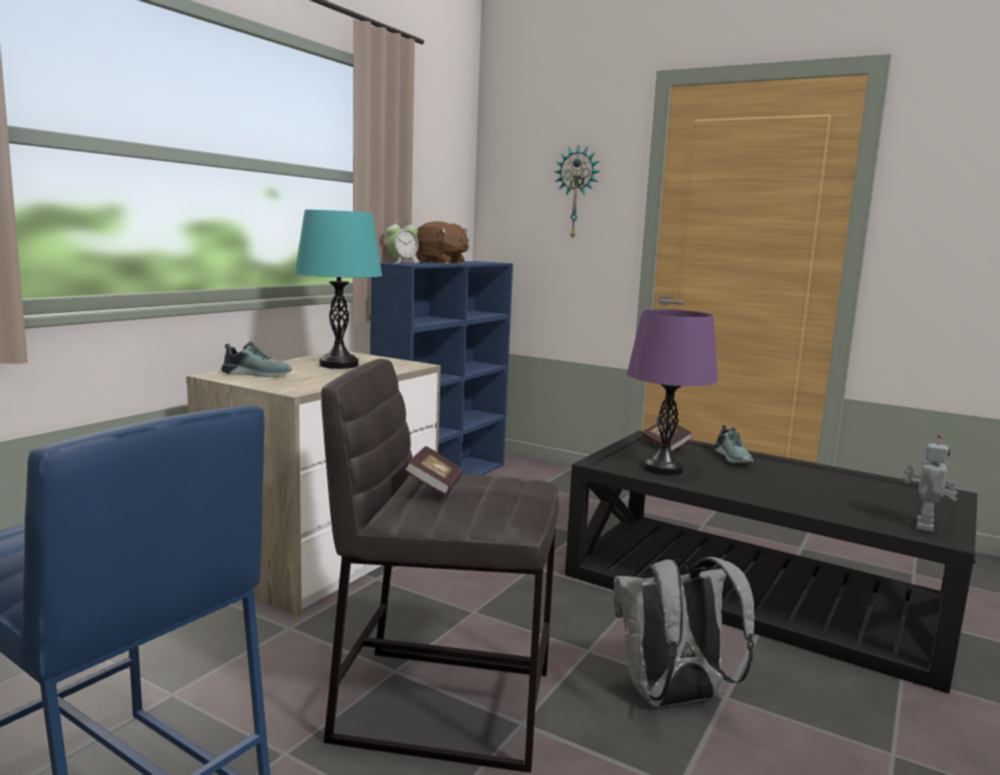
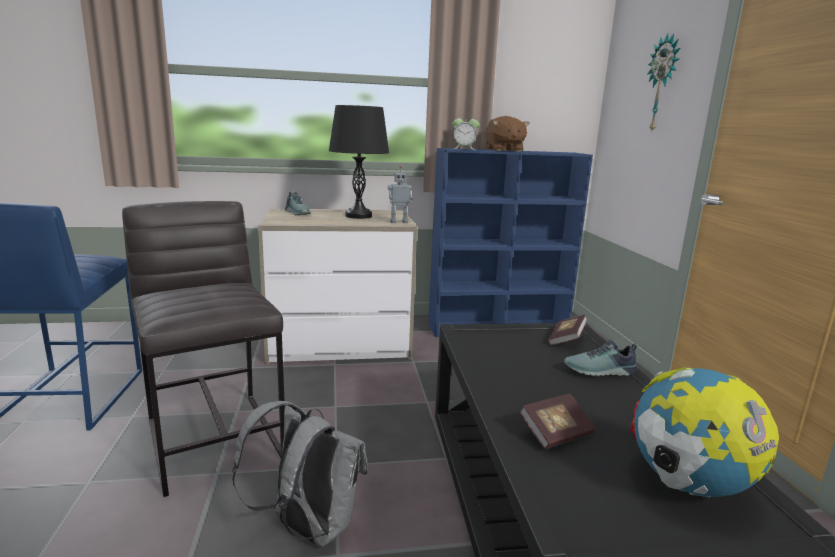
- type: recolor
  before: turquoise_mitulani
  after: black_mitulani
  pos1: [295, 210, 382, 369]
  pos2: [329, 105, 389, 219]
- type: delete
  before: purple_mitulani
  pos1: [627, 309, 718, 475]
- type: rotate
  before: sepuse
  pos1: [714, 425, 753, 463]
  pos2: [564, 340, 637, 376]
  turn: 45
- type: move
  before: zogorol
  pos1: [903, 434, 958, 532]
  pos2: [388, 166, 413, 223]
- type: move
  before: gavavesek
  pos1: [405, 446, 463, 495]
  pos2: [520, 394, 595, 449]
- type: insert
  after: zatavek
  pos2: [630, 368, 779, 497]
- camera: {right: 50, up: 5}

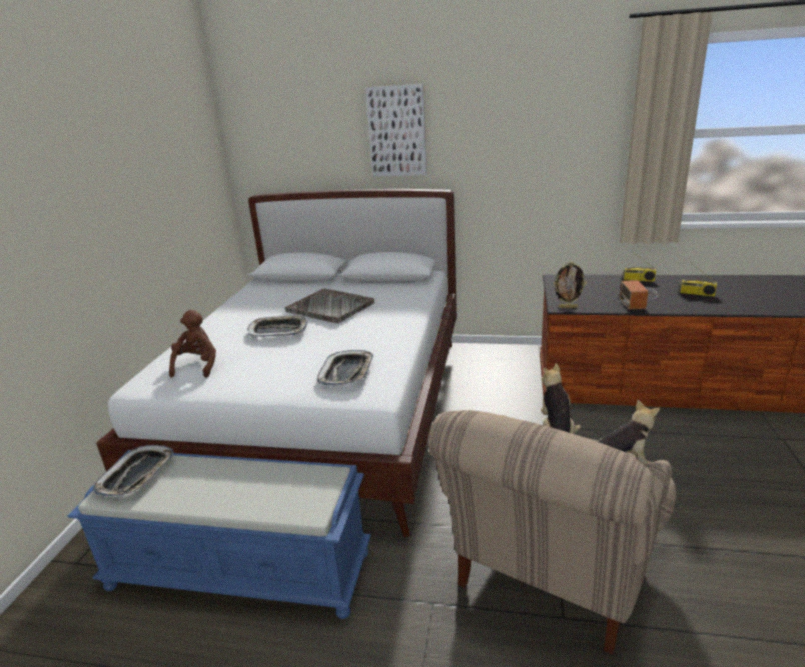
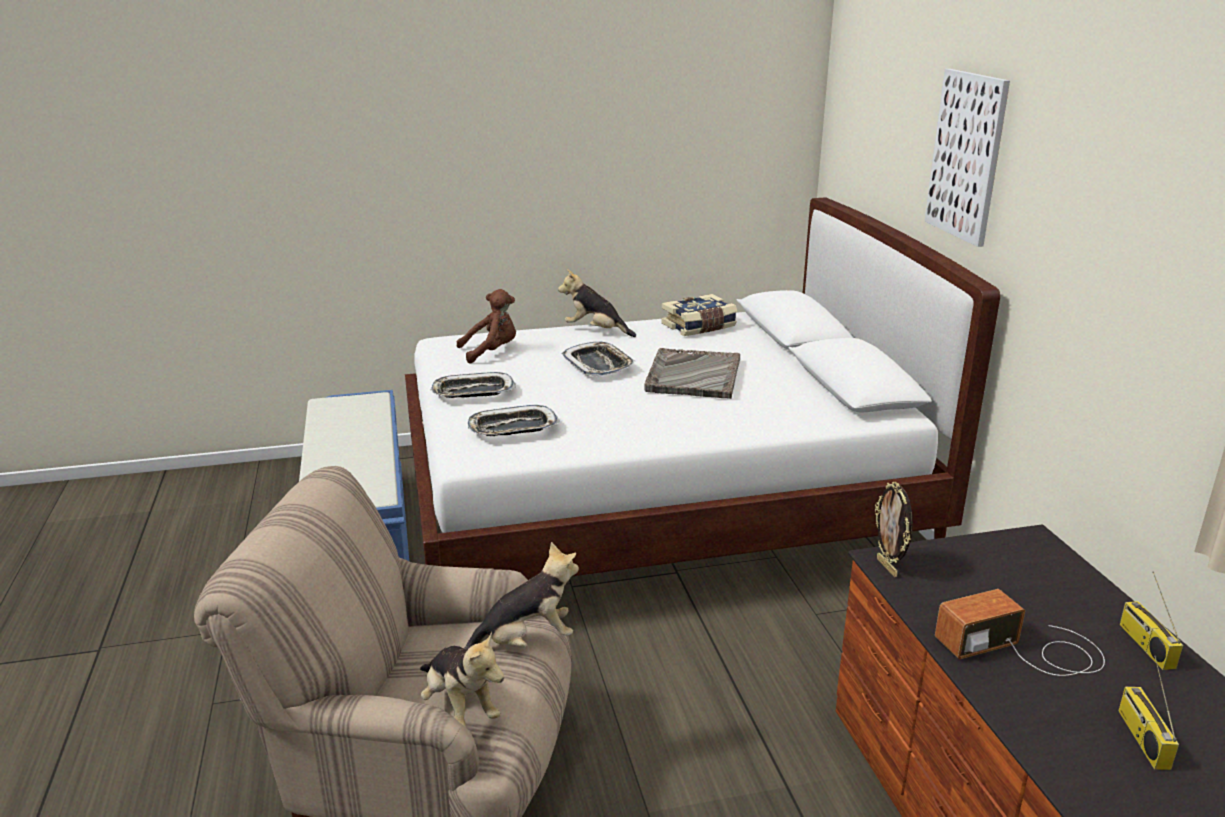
- type: move
  before: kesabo
  pos1: [93, 445, 174, 498]
  pos2: [431, 372, 516, 398]
- type: insert
  after: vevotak
  pos2: [558, 269, 636, 337]
- type: insert
  after: gavavesek
  pos2: [661, 294, 737, 336]
- camera: {right: 65, up: 0}

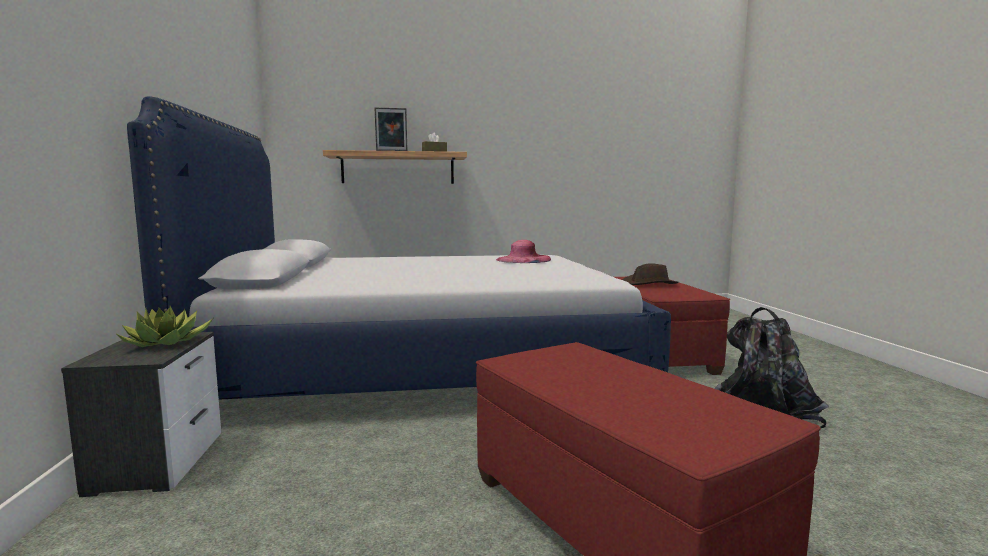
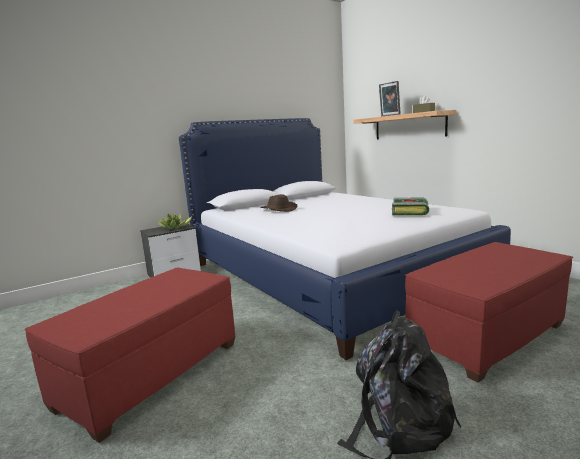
- type: replace
  before: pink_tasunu
  after: gavavesek
  pos1: [496, 240, 551, 263]
  pos2: [392, 197, 429, 216]
- type: move
  before: brown_tasunu
  pos1: [622, 263, 679, 285]
  pos2: [260, 195, 297, 212]
- camera: {right: 65, up: 5}

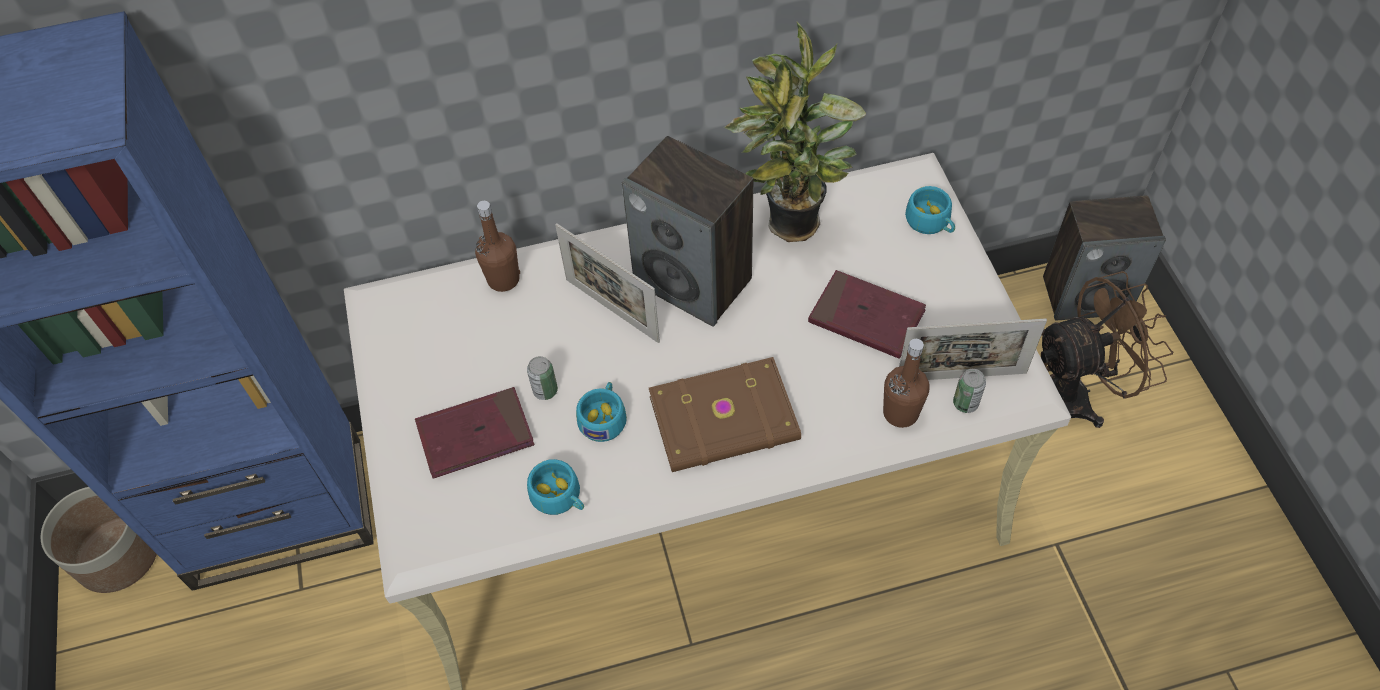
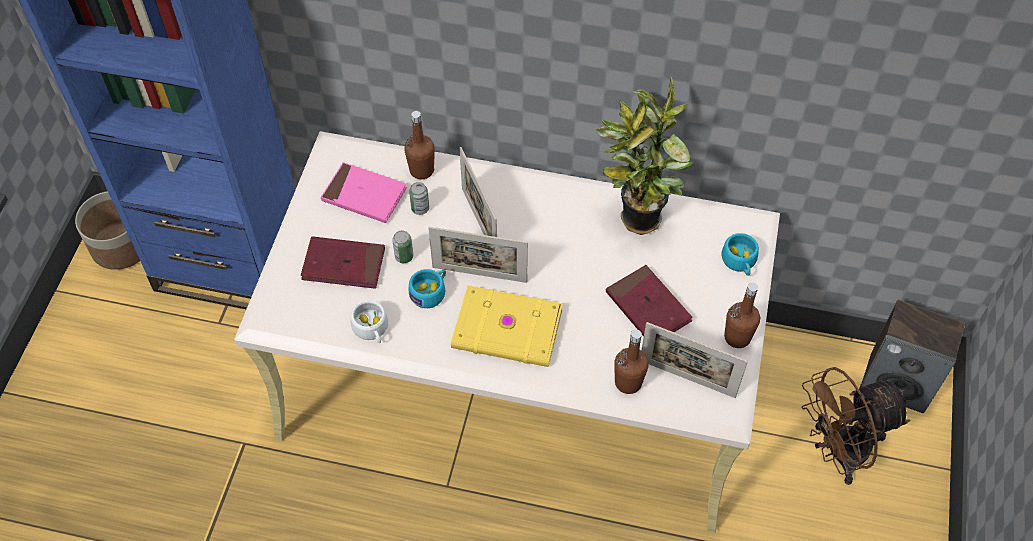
- type: delete
  before: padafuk
  pos1: [622, 136, 753, 327]
- type: rotate
  before: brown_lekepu
  pos1: [1041, 271, 1174, 428]
  pos2: [801, 367, 910, 485]
  turn: 150
- type: recolor
  before: brown_gavavesek
  after: yellow_gavavesek
  pos1: [649, 357, 801, 472]
  pos2: [451, 285, 563, 367]
- type: move
  before: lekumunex
  pos1: [953, 369, 986, 413]
  pos2: [409, 182, 429, 215]
- type: recolor
  before: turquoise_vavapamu
  after: white_vavapamu
  pos1: [527, 459, 584, 515]
  pos2: [351, 300, 388, 343]
- type: insert
  after: pink_gavavesek
  pos2: [321, 162, 407, 223]
- type: insert
  after: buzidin
  pos2: [428, 227, 528, 283]
- type: insert
  after: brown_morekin
  pos2: [724, 283, 760, 348]
- camera: {right: 25, up: 0}

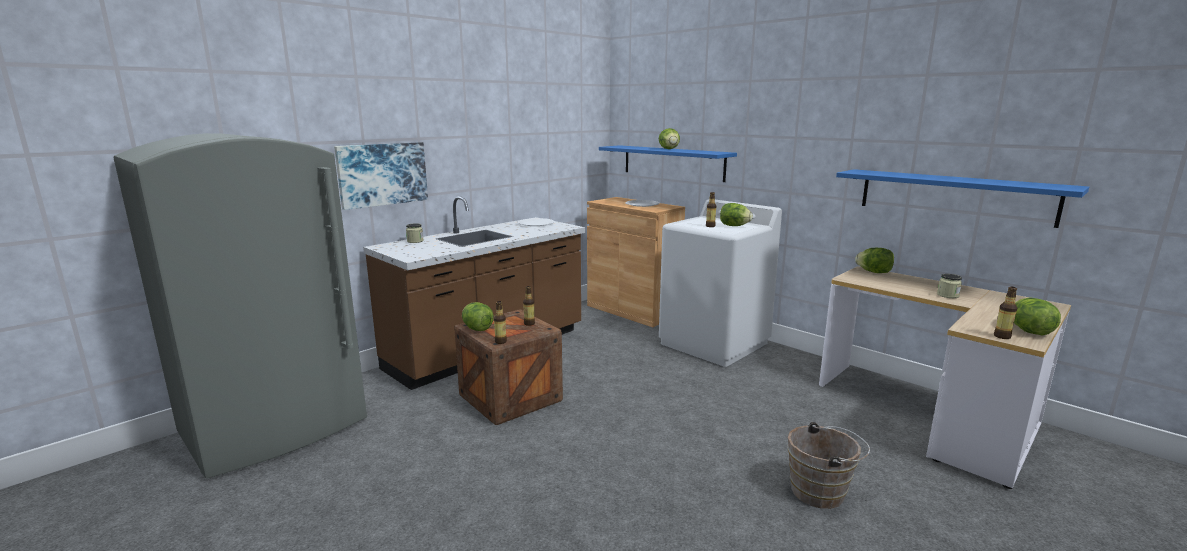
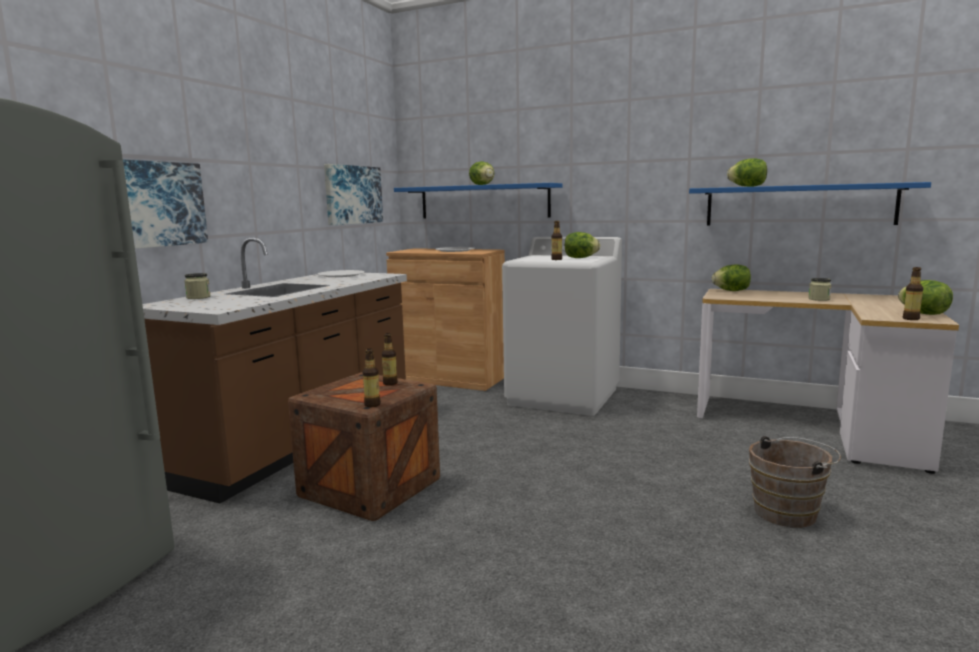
- type: move
  before: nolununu
  pos1: [462, 302, 494, 331]
  pos2: [727, 158, 767, 187]
- type: insert
  after: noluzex
  pos2: [324, 164, 383, 225]
- camera: {right: -20, up: -5}

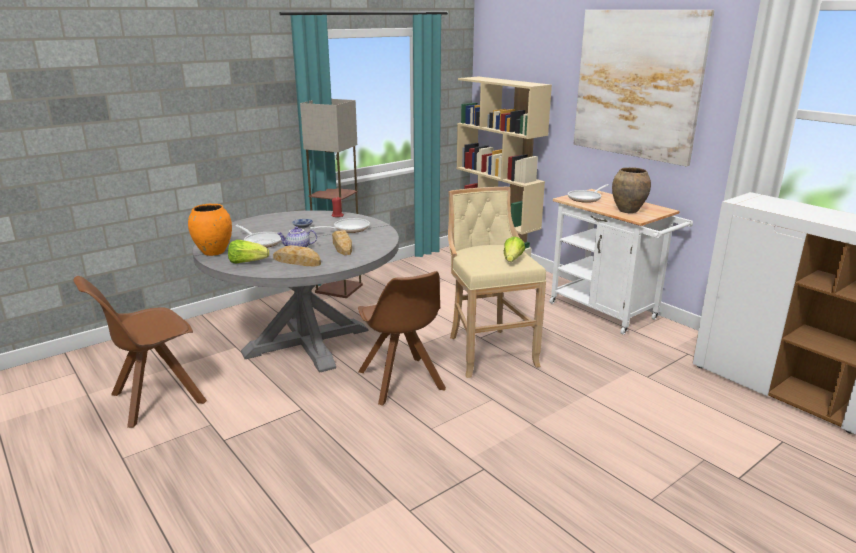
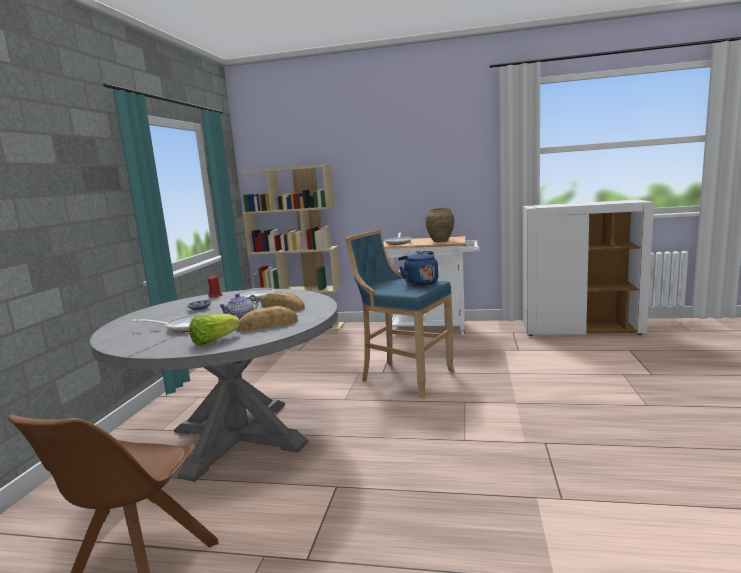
- type: delete
  before: noluzex
  pos1: [574, 10, 715, 167]
- type: delete
  before: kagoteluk
  pos1: [300, 99, 363, 298]
- type: recolor
  before: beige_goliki
  after: blue_goliki
  pos1: [448, 187, 546, 378]
  pos2: [345, 230, 455, 398]
- type: delete
  before: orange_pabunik
  pos1: [188, 204, 232, 256]
- type: replace
  before: nolununu
  after: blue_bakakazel
  pos1: [504, 236, 525, 262]
  pos2: [398, 252, 438, 286]
- type: delete
  before: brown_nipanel
  pos1: [358, 271, 446, 406]
- camera: {right: -40, up: -10}

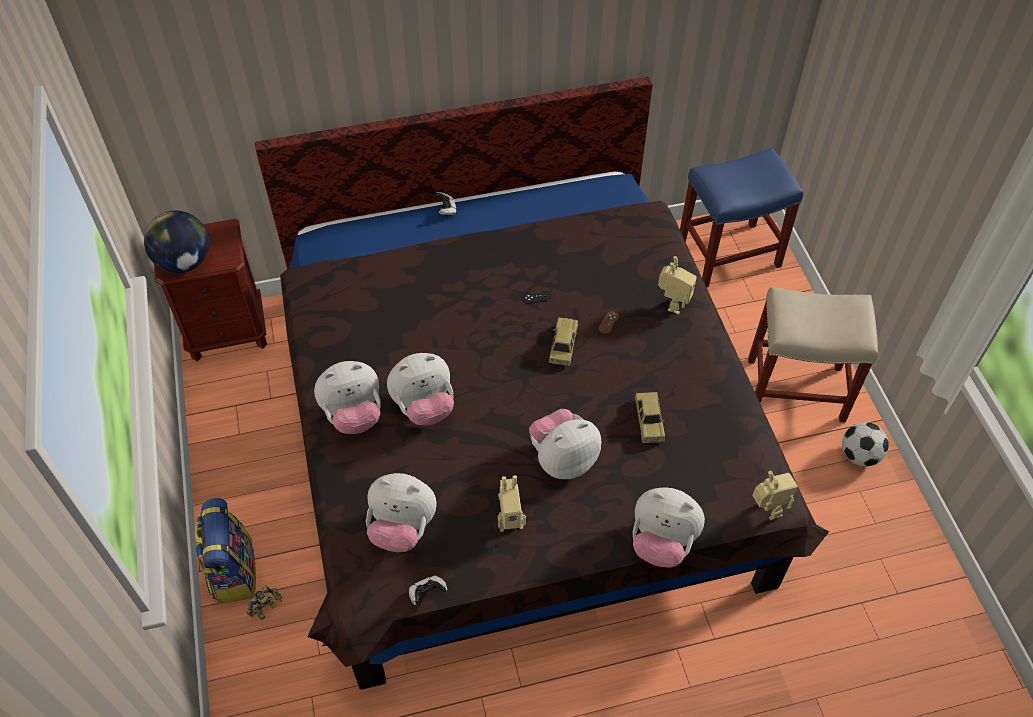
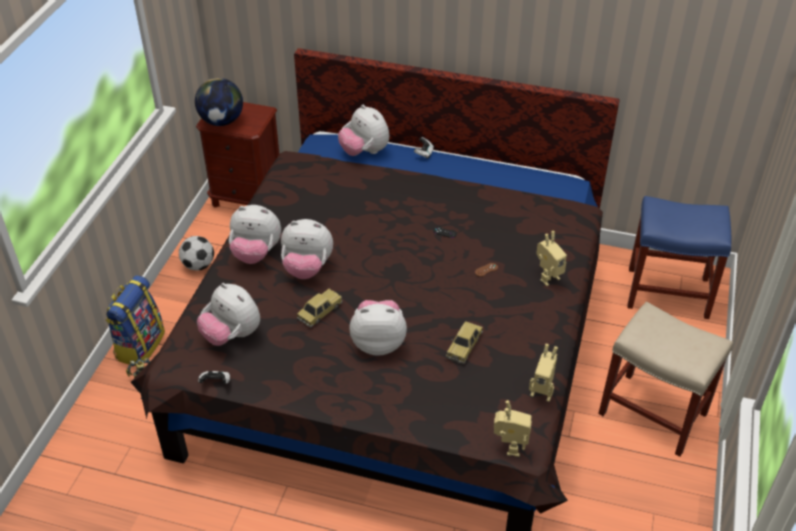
- type: move
  before: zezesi
  pos1: [549, 317, 578, 366]
  pos2: [297, 289, 342, 328]
- type: move
  before: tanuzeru
  pos1: [842, 422, 889, 466]
  pos2: [179, 236, 214, 271]
- type: move
  before: zogorol
  pos1: [498, 475, 526, 532]
  pos2: [529, 344, 558, 402]
- type: move
  before: vevotak
  pos1: [633, 488, 705, 568]
  pos2: [338, 105, 389, 156]
- camera: {right: 30, up: -10}

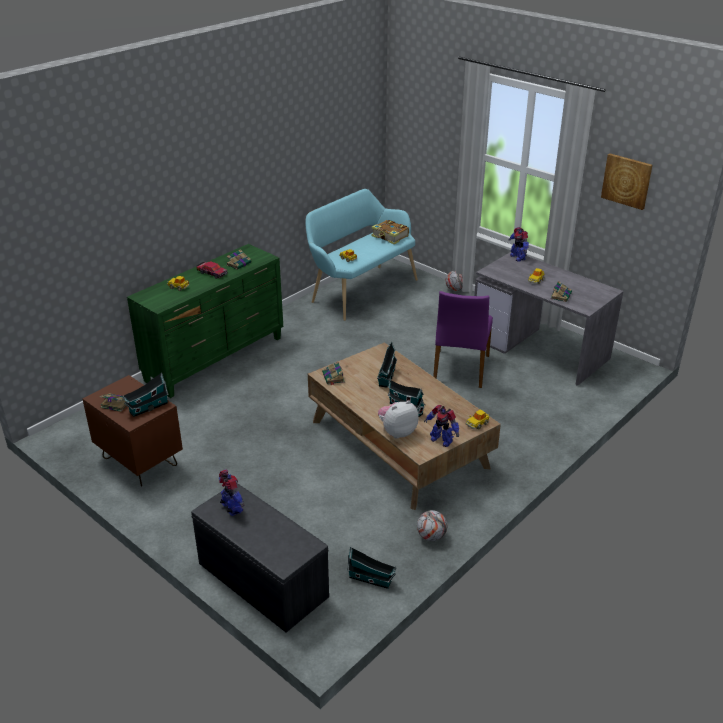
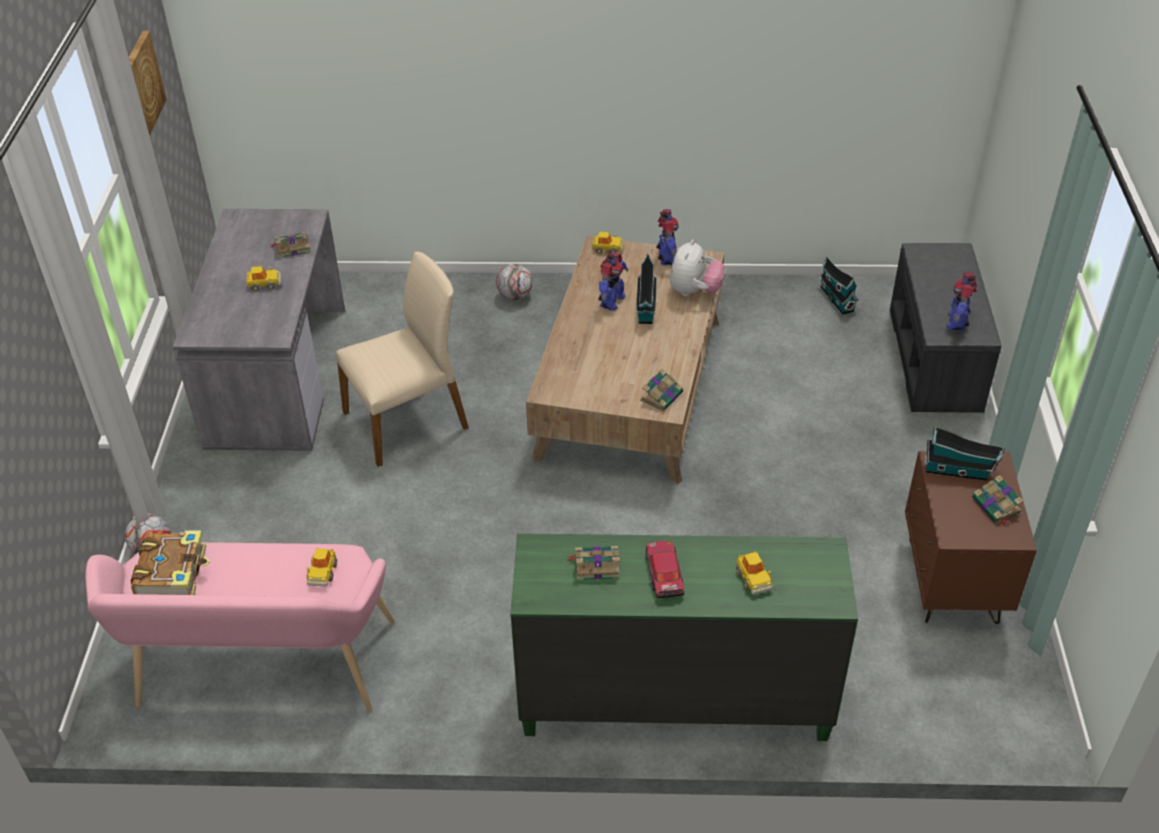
- type: recolor
  before: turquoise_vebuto
  after: pink_vebuto
  pos1: [305, 189, 418, 321]
  pos2: [86, 542, 395, 711]
- type: move
  before: zogorol
  pos1: [509, 227, 529, 262]
  pos2: [598, 252, 628, 311]
- type: recolor
  before: purple_nipanel
  after: beige_nipanel
  pos1: [433, 291, 493, 388]
  pos2: [336, 252, 469, 467]
- type: delete
  before: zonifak
  pos1: [377, 341, 397, 388]
- type: rotate
  before: vevotak
  pos1: [378, 401, 419, 439]
  pos2: [670, 240, 725, 296]
  turn: -90
- type: move
  before: tanuzeru
  pos1: [417, 510, 447, 541]
  pos2: [496, 264, 533, 300]
- camera: {right: -130, up: 10}

